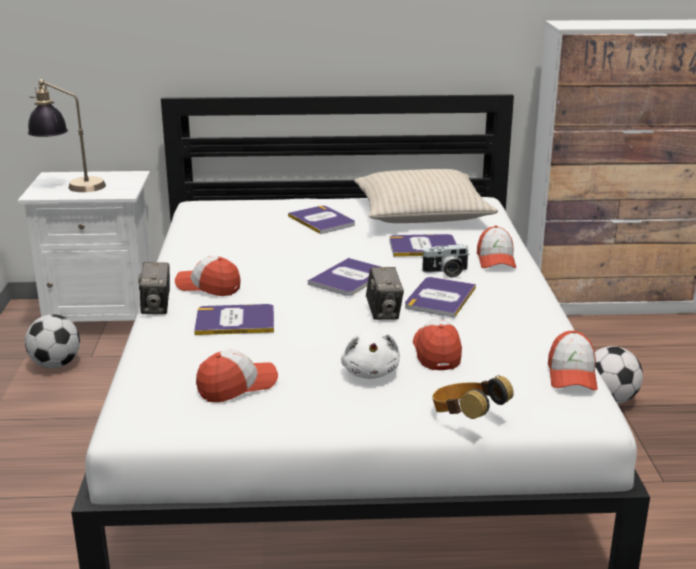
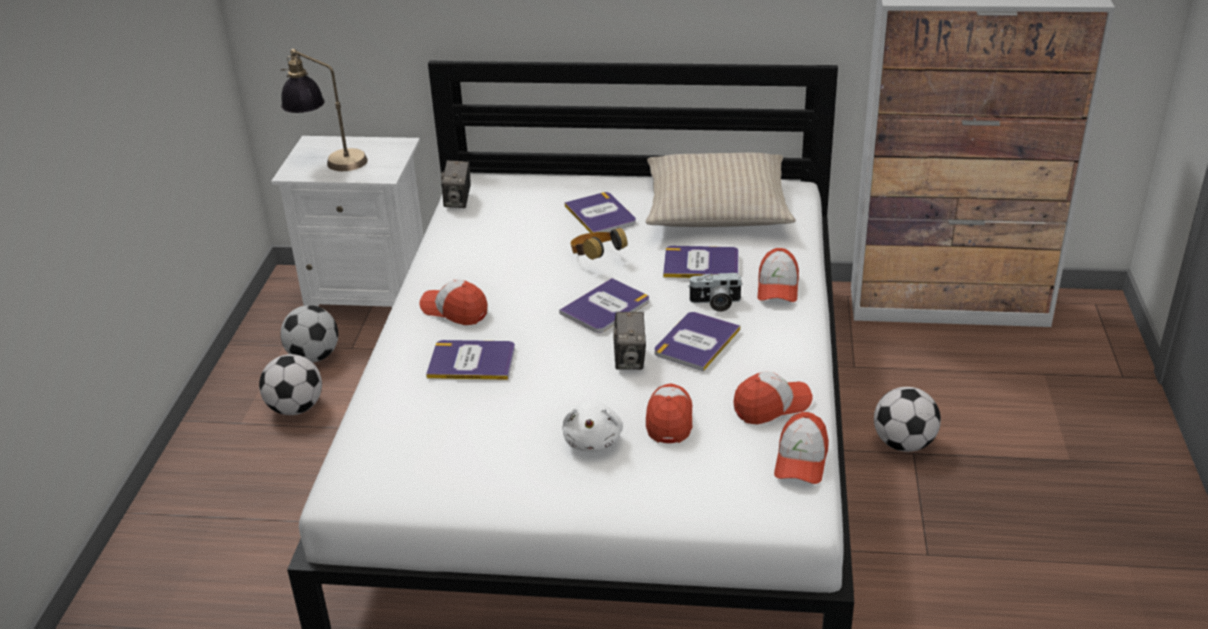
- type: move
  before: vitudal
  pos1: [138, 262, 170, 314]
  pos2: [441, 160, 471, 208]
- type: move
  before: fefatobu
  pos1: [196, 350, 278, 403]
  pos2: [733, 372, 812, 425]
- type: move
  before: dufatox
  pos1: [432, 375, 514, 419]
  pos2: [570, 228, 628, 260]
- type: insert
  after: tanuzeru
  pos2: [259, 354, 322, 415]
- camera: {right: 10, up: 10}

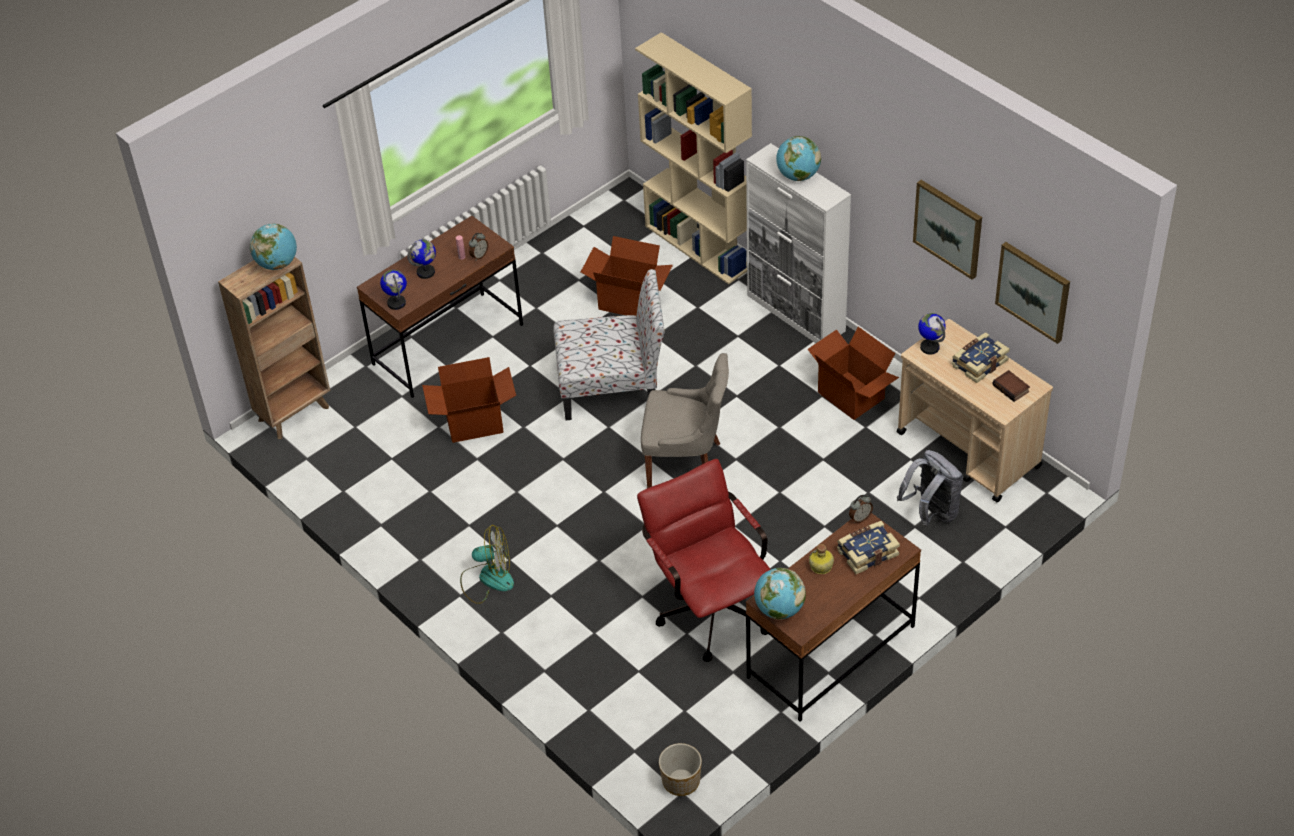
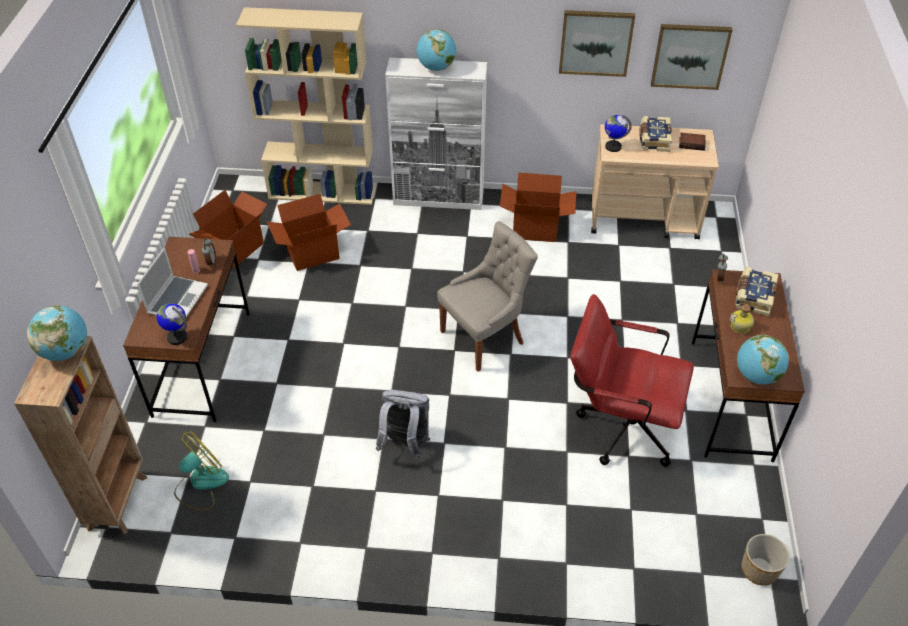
- type: replace
  before: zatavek
  after: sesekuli
  pos1: [407, 239, 436, 279]
  pos2: [137, 248, 208, 317]
- type: delete
  before: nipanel
  pos1: [553, 269, 665, 420]
- type: move
  before: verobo
  pos1: [422, 357, 516, 443]
  pos2: [189, 190, 267, 268]
- type: move
  before: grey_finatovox
  pos1: [897, 450, 963, 527]
  pos2: [376, 390, 430, 459]
- type: move
  before: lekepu
  pos1: [460, 525, 514, 604]
  pos2: [174, 431, 229, 510]
- camera: {right: -45, up: 0}

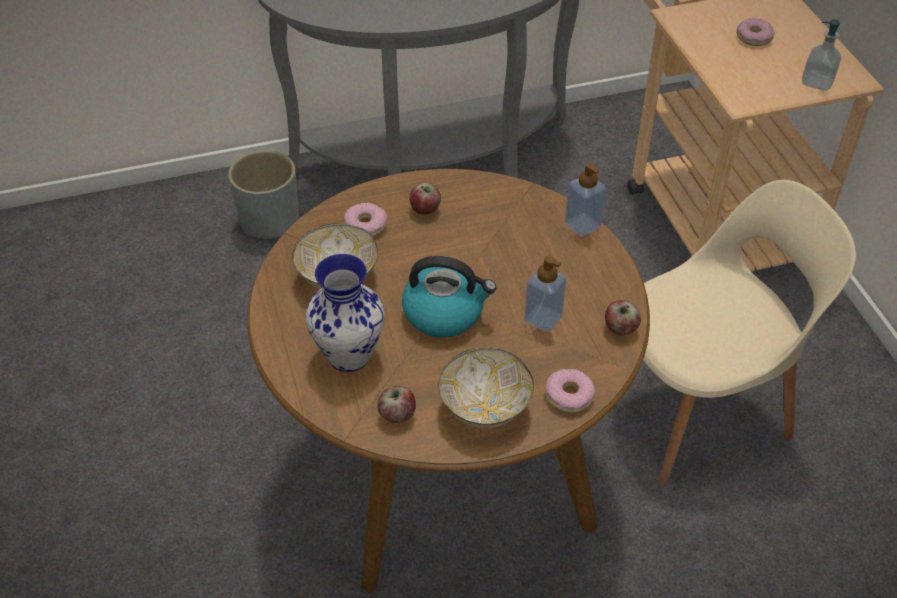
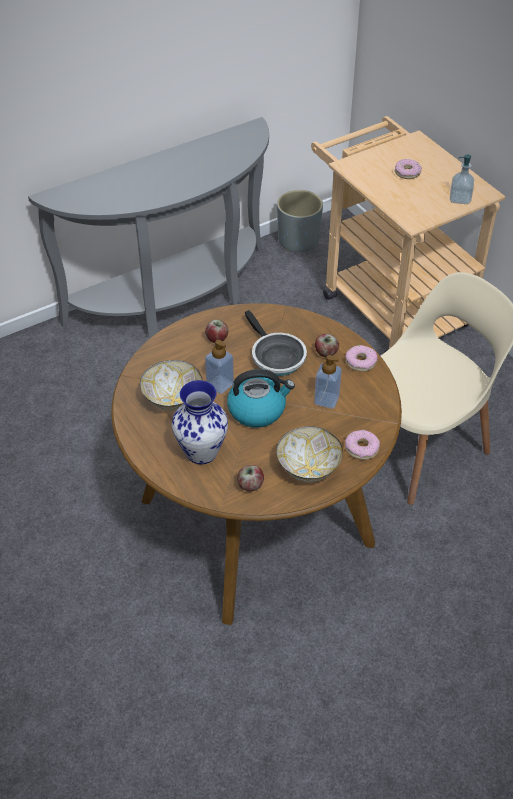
- type: move
  before: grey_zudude
  pos1: [228, 150, 299, 239]
  pos2: [277, 190, 323, 252]
- type: move
  before: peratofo
  pos1: [565, 162, 606, 237]
  pos2: [205, 340, 234, 394]
- type: move
  before: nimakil
  pos1: [344, 203, 387, 236]
  pos2: [345, 345, 378, 372]
- type: move
  before: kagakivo
  pos1: [605, 300, 641, 335]
  pos2: [315, 334, 339, 357]
- type: insert
  after: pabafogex
  pos2: [245, 310, 307, 376]
- camera: {right: -15, up: 0}

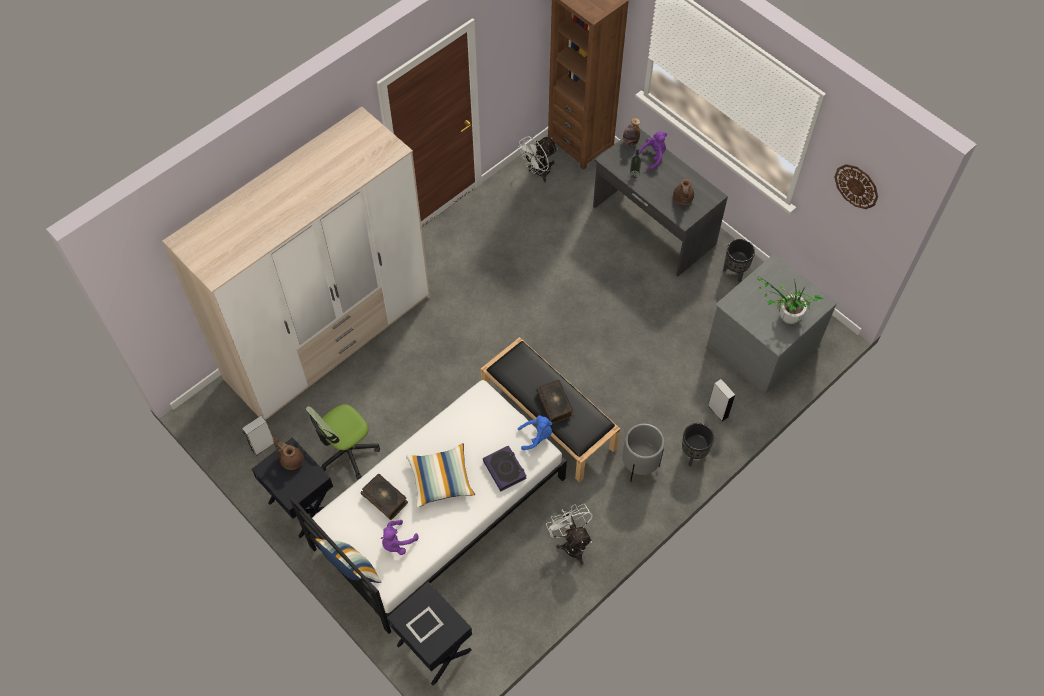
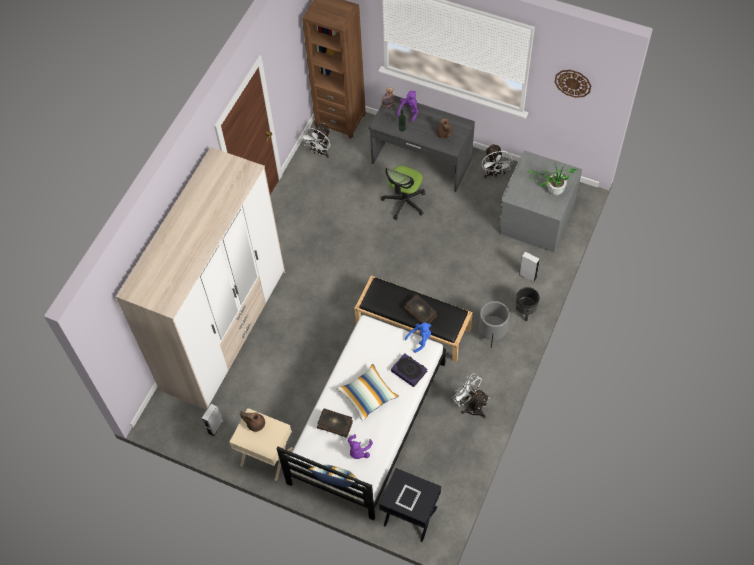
- type: replace
  before: black_zudude
  after: white_lekepu
  pos1: [723, 239, 755, 282]
  pos2: [481, 144, 513, 178]
- type: move
  before: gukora
  pos1: [305, 404, 380, 479]
  pos2: [381, 166, 425, 220]
- type: recolor
  before: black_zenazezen
  after: beige_zenazezen
  pos1: [252, 437, 333, 538]
  pos2: [229, 408, 293, 481]
- camera: {right: -20, up: 0}

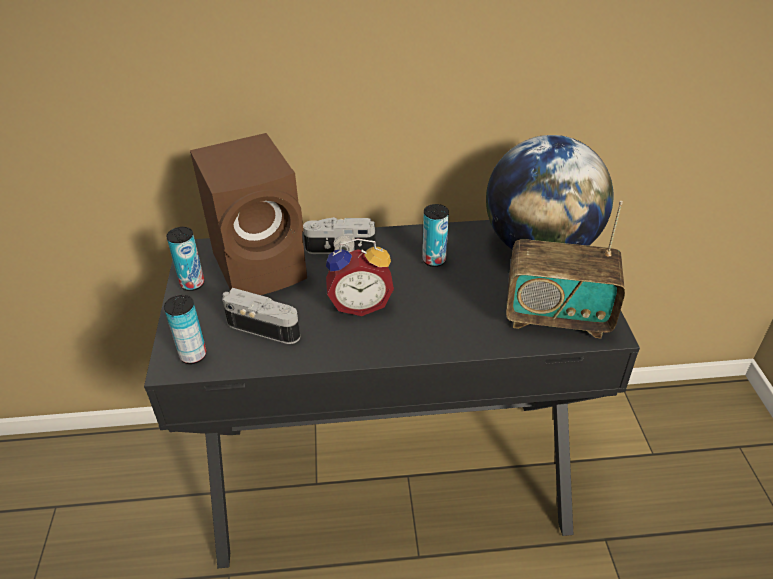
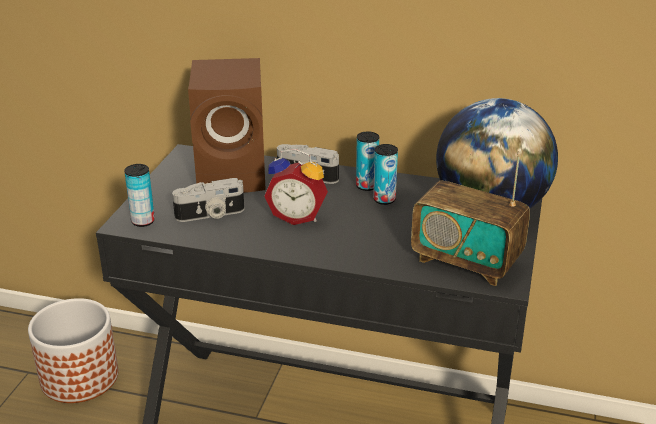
- type: move
  before: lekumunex
  pos1: [166, 227, 204, 291]
  pos2: [356, 132, 379, 191]
- type: rotate
  before: vitudal
  pos1: [222, 288, 300, 344]
  pos2: [172, 178, 244, 222]
  turn: 120
- type: insert
  after: zudude
  pos2: [28, 298, 118, 403]
- camera: {right: 20, up: -10}

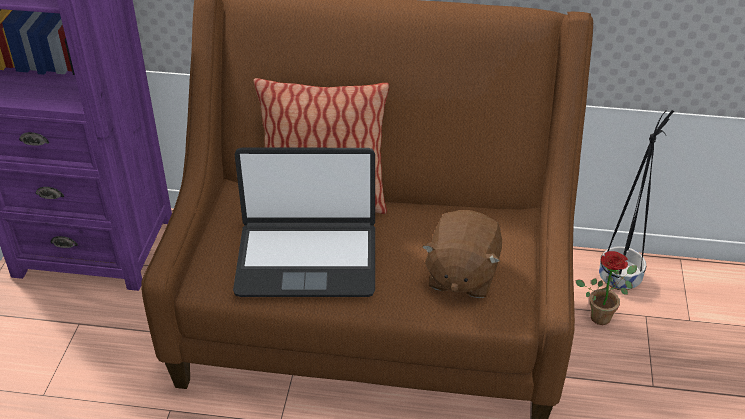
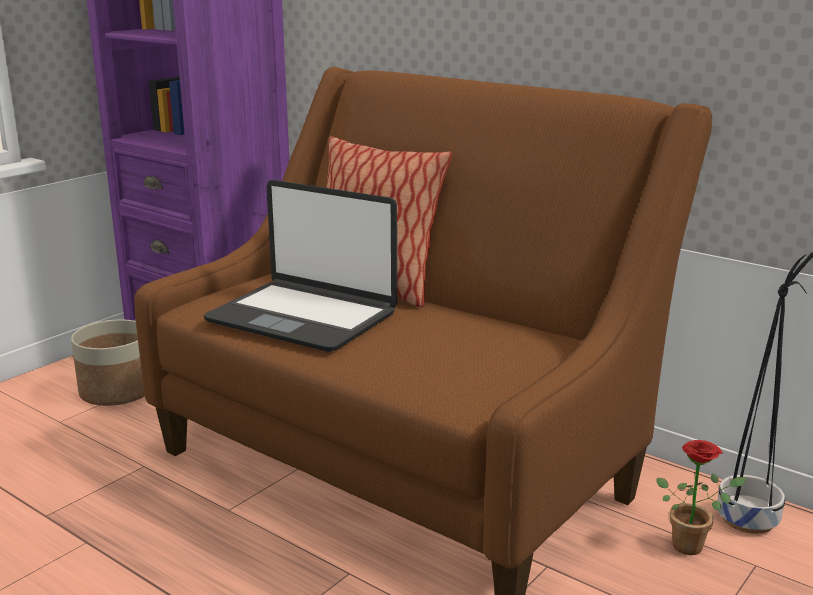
- type: delete
  before: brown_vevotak
  pos1: [422, 210, 502, 298]
- type: insert
  after: zudude
  pos2: [71, 319, 145, 406]
- camera: {right: 30, up: -20}

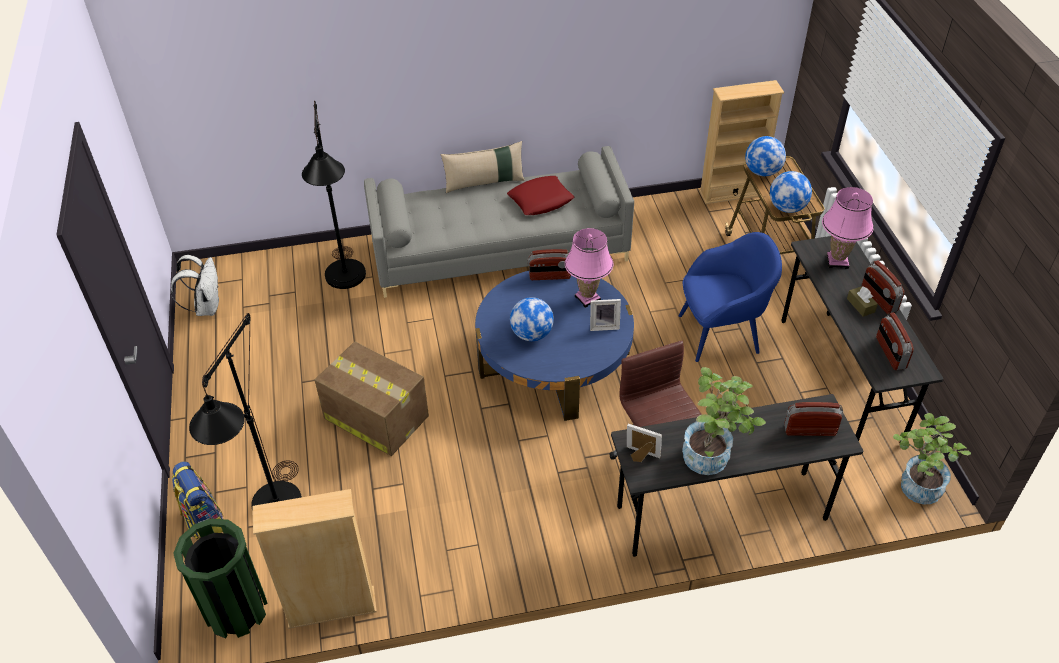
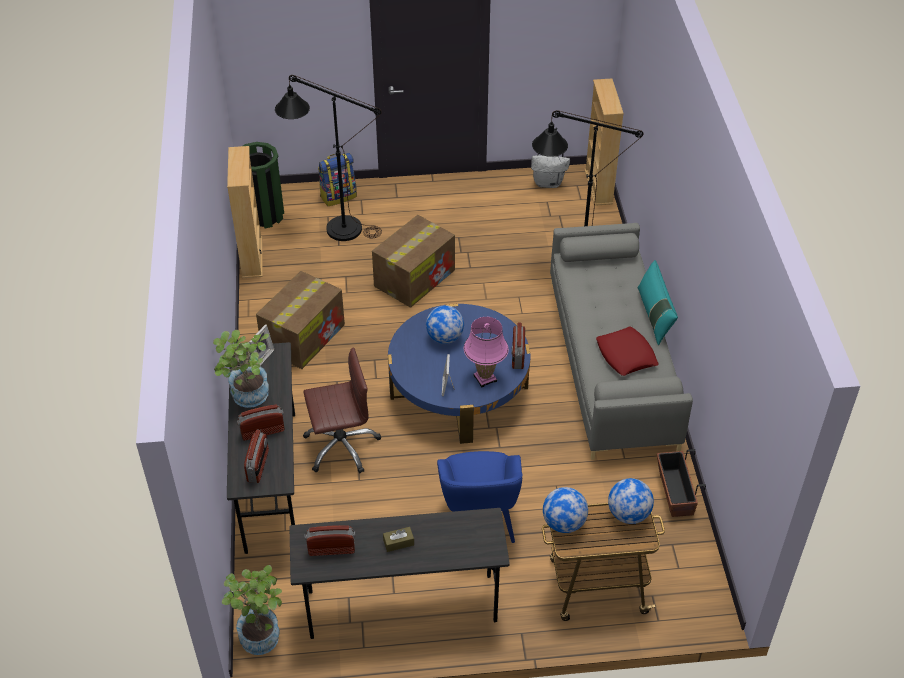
- type: move
  before: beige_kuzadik
  pos1: [699, 80, 784, 204]
  pos2: [584, 79, 624, 206]
- type: recolor
  before: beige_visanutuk
  after: turquoise_visanutuk
  pos1: [441, 141, 525, 193]
  pos2: [638, 260, 678, 345]
- type: delete
  before: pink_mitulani
  pos1: [822, 187, 874, 269]
- type: move
  before: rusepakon
  pos1: [862, 260, 905, 314]
  pos2: [237, 404, 285, 441]
- type: insert
  after: verobo
  pos2: [256, 271, 345, 369]
- type: insert
  after: zudude
  pos2: [657, 449, 706, 517]
- camera: {right: 95, up: 0}

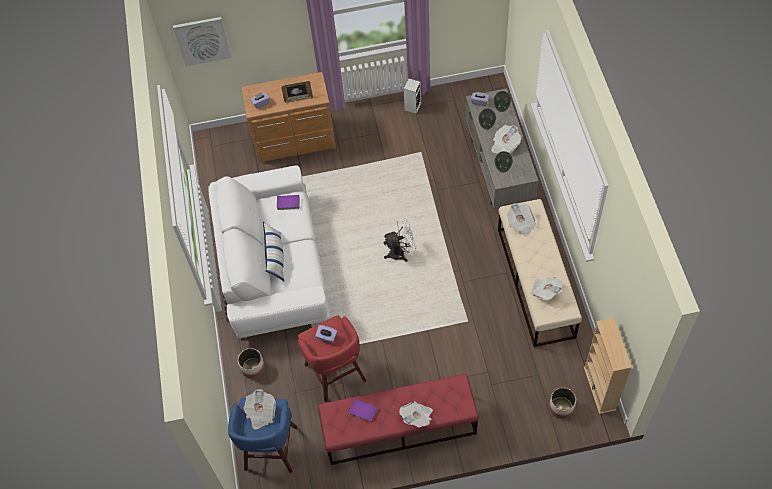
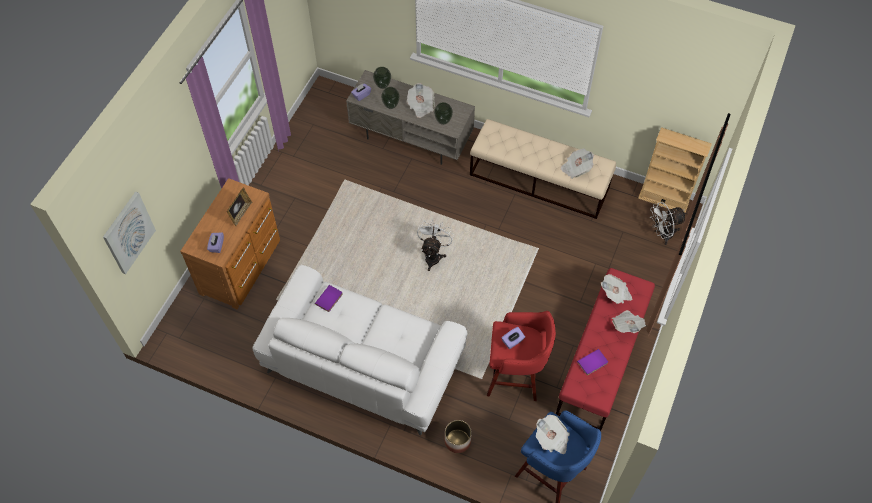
- type: delete
  before: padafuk
  pos1: [404, 79, 421, 114]
- type: move
  before: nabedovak
  pos1: [507, 203, 537, 237]
  pos2: [601, 274, 633, 304]
- type: delete
  before: visanutuk
  pos1: [263, 222, 284, 282]
- type: replace
  before: zudude
  after: white_lekepu
  pos1: [549, 387, 576, 419]
  pos2: [650, 202, 685, 245]
- camera: {right: -60, up: 0}

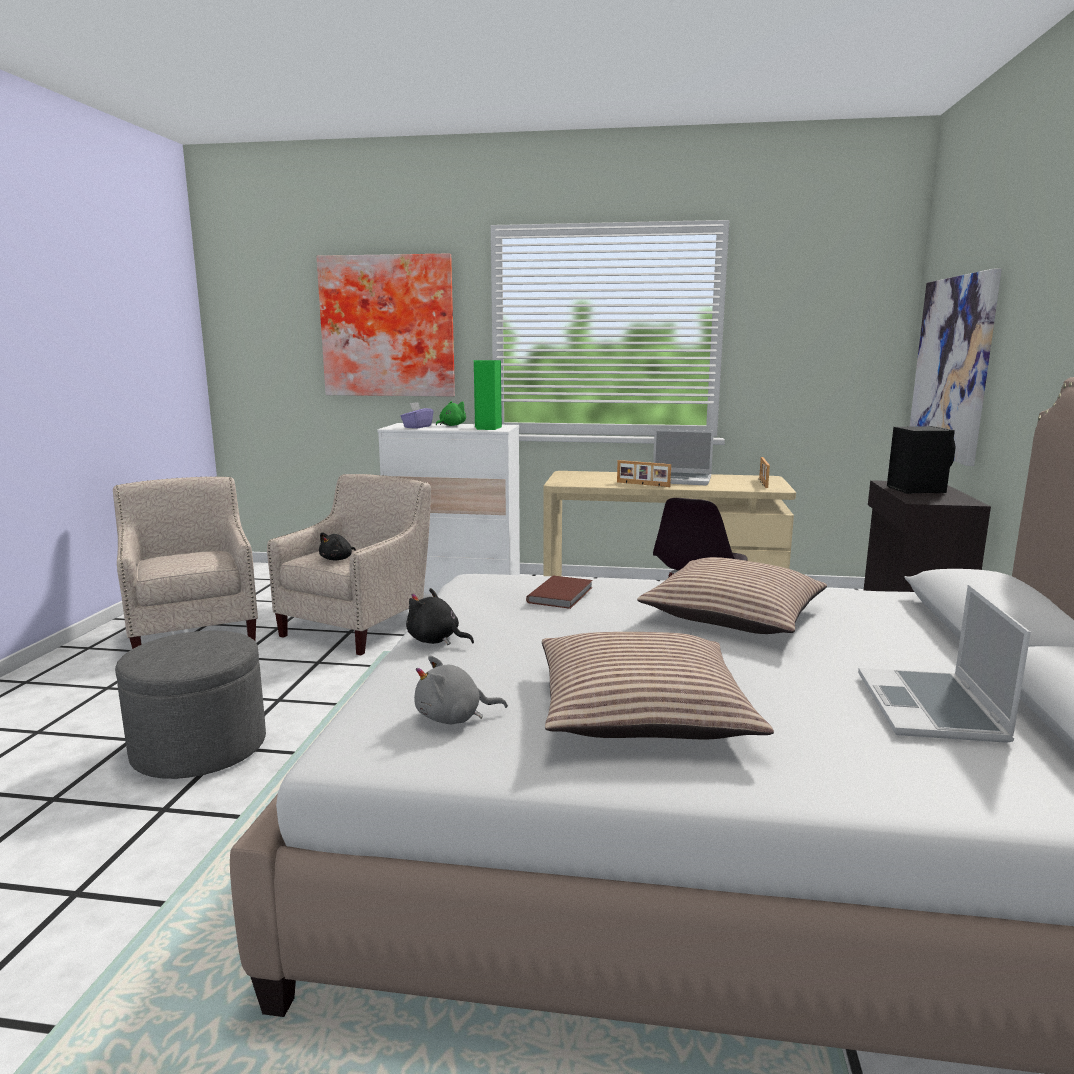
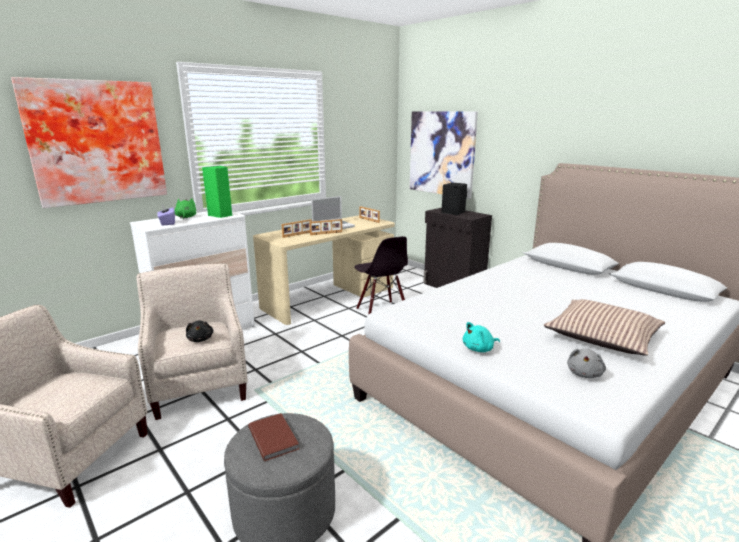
- type: delete
  before: visanutuk
  pos1: [637, 557, 827, 634]
- type: move
  before: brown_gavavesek
  pos1: [526, 576, 593, 609]
  pos2: [248, 413, 299, 461]
- type: delete
  before: sesekuli
  pos1: [858, 584, 1031, 743]
- type: recolor
  before: black_vevotak
  after: turquoise_vevotak
  pos1: [406, 588, 474, 645]
  pos2: [463, 322, 500, 352]
- type: insert
  after: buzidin
  pos2: [281, 219, 312, 238]
- camera: {right: -50, up: 5}

